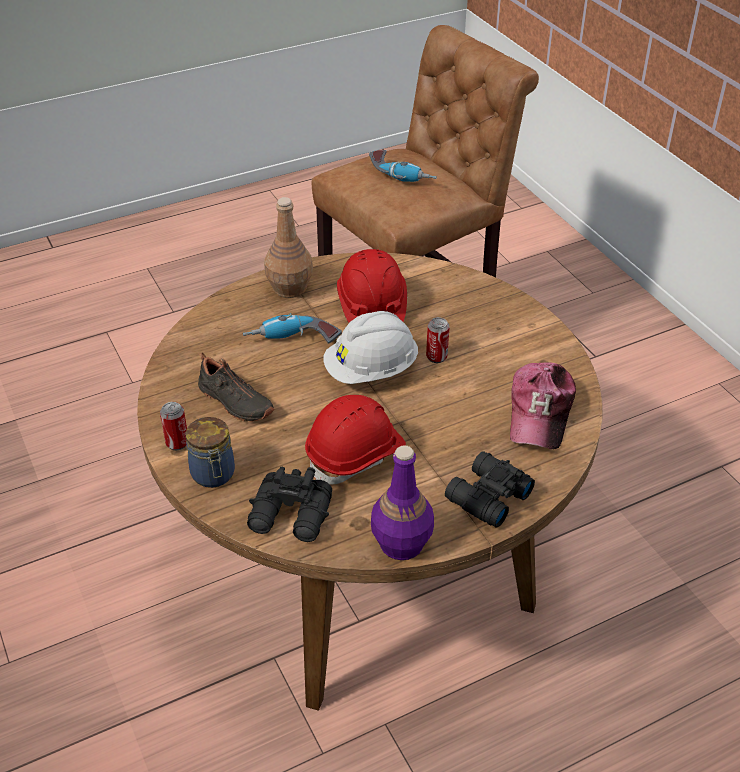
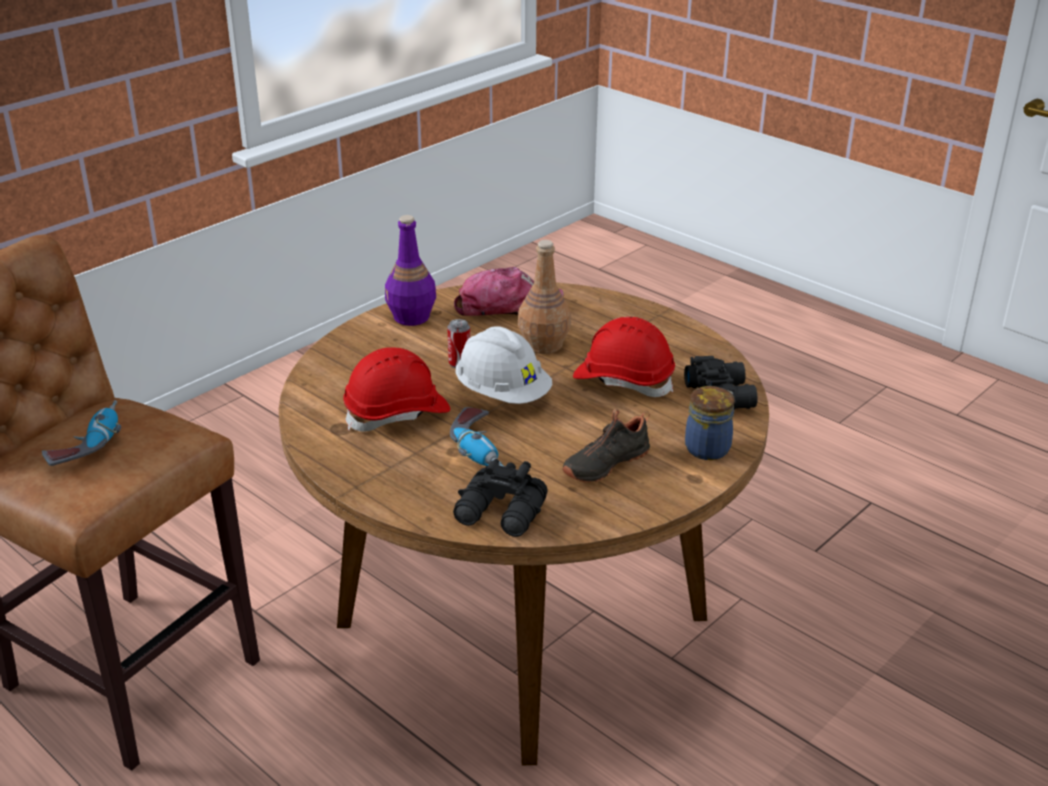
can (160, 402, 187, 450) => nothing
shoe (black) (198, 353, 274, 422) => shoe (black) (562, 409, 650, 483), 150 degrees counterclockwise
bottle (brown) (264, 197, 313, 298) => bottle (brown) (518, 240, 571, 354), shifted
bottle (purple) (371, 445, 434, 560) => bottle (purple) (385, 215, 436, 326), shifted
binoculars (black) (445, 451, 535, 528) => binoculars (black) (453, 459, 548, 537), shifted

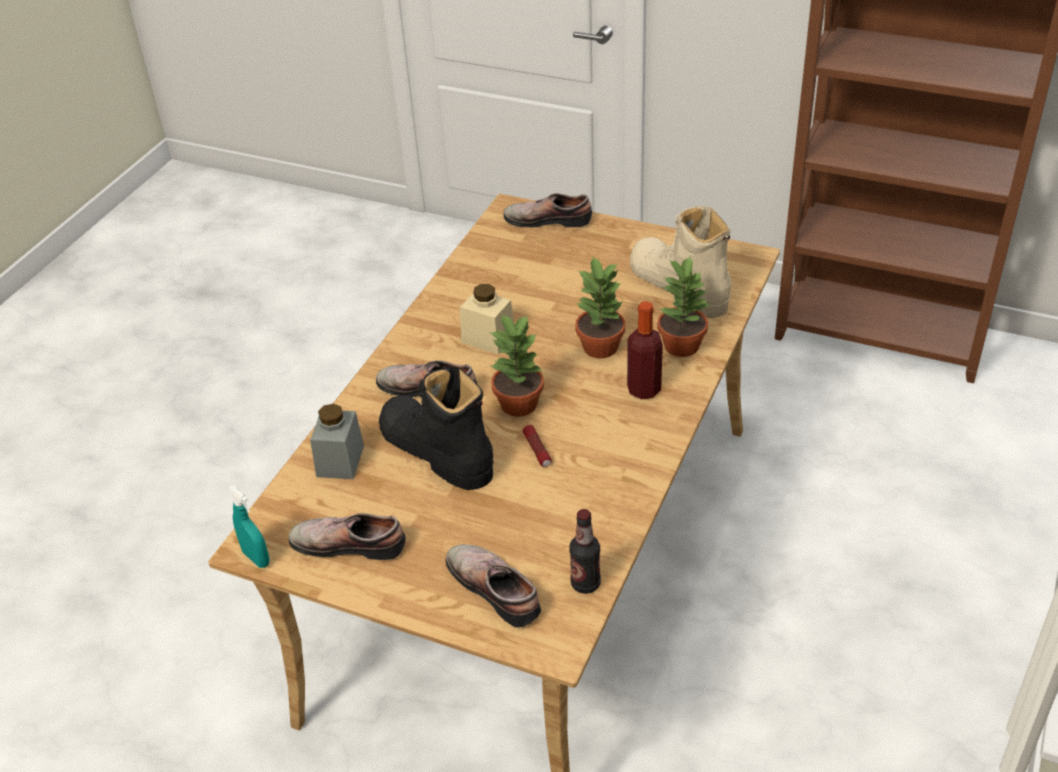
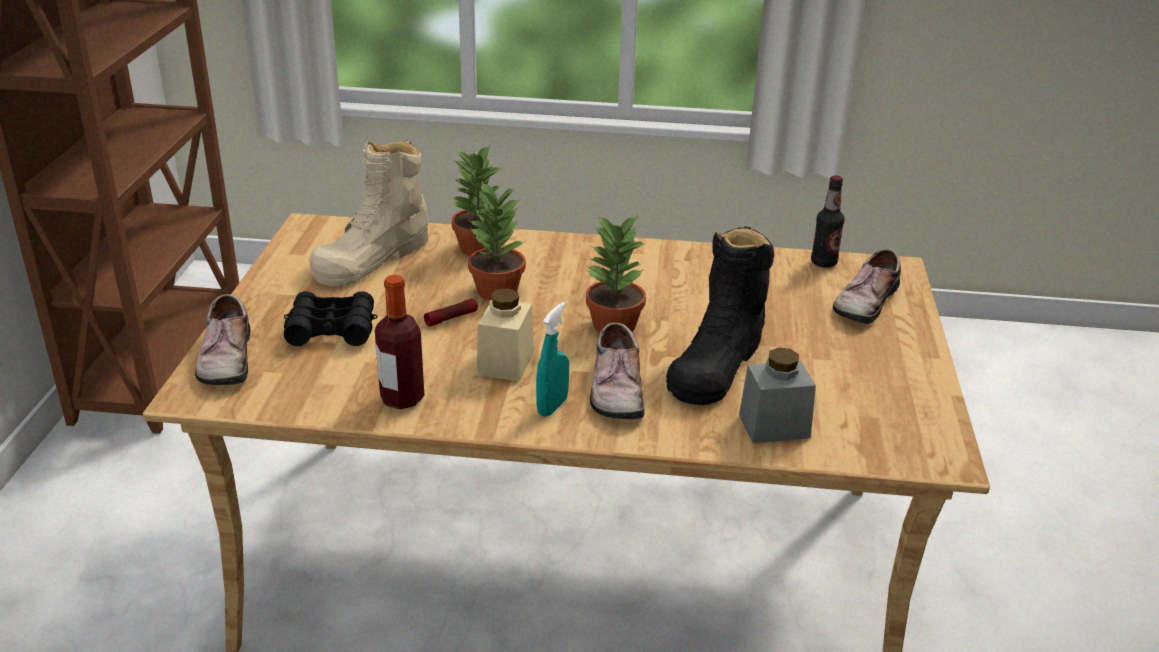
spray bottle (turquoise) (228, 485, 270, 568) => spray bottle (turquoise) (536, 302, 569, 417), shifted
shoe (289, 513, 406, 560) => nothing
flashlight (523, 425, 552, 467) => flashlight (424, 298, 478, 326), shifted
bottle (627, 301, 663, 399) => bottle (375, 275, 425, 409), shifted
nothing => binoculars (black) (284, 291, 378, 346)

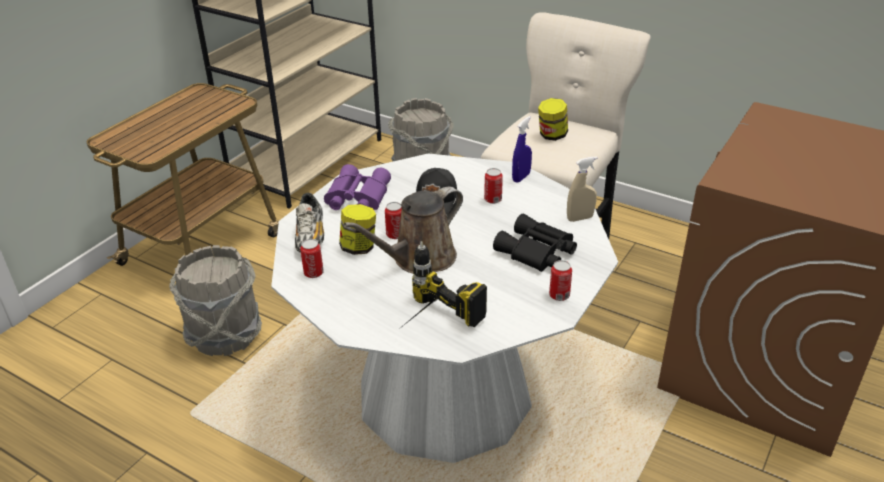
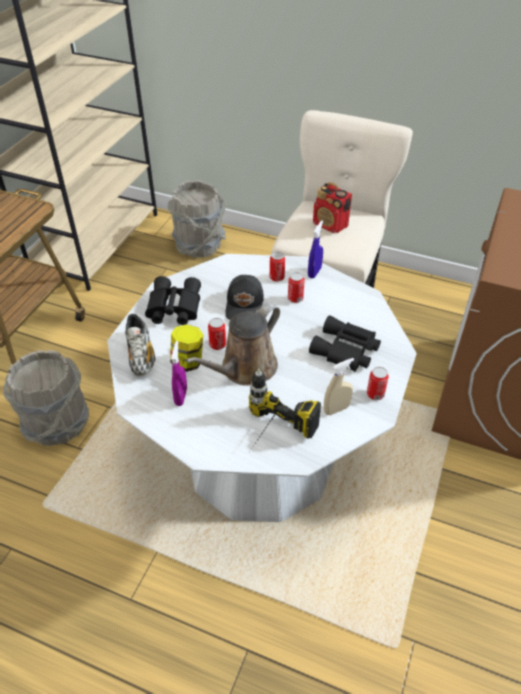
can (300, 239, 324, 278) => can (270, 252, 285, 282), shifted
binoculars (purple) (324, 164, 391, 210) => binoculars (black) (145, 276, 201, 325)
jar (538, 98, 568, 141) => radio (313, 182, 352, 233)
spray bottle (beige) (567, 156, 598, 222) => spray bottle (beige) (324, 358, 354, 415), shifted
nothing => spray bottle (purple) (171, 341, 187, 406)

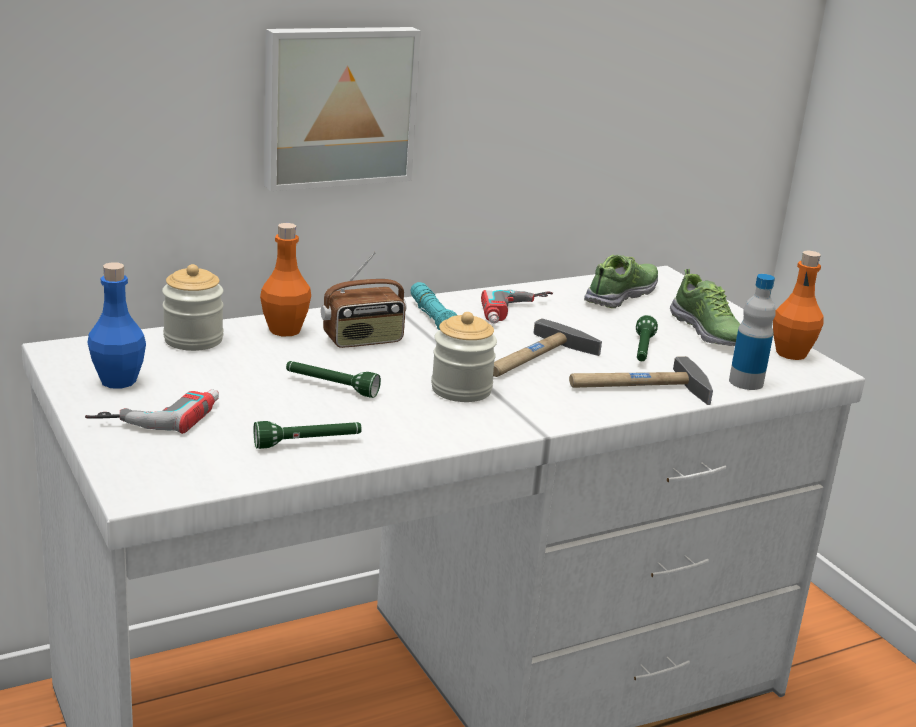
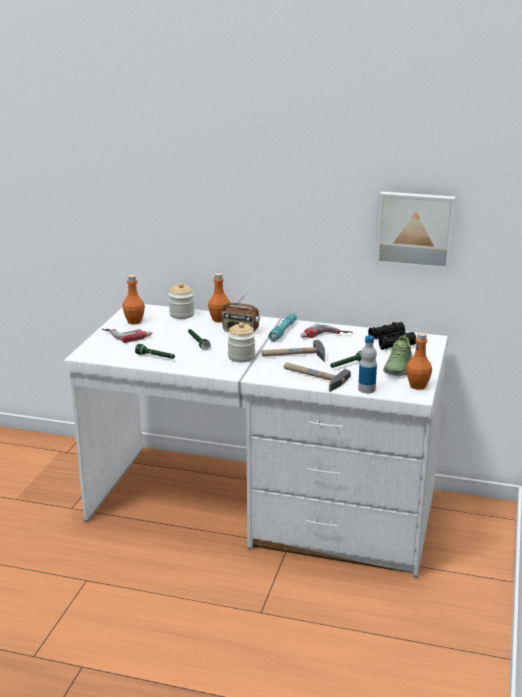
bottle (blue) (88, 262, 146, 388) => bottle (orange) (122, 275, 145, 324)
picture (264, 27, 421, 191) => picture (376, 191, 455, 270), shifted
shoe (584, 255, 658, 308) => binoculars (black) (368, 322, 416, 350)

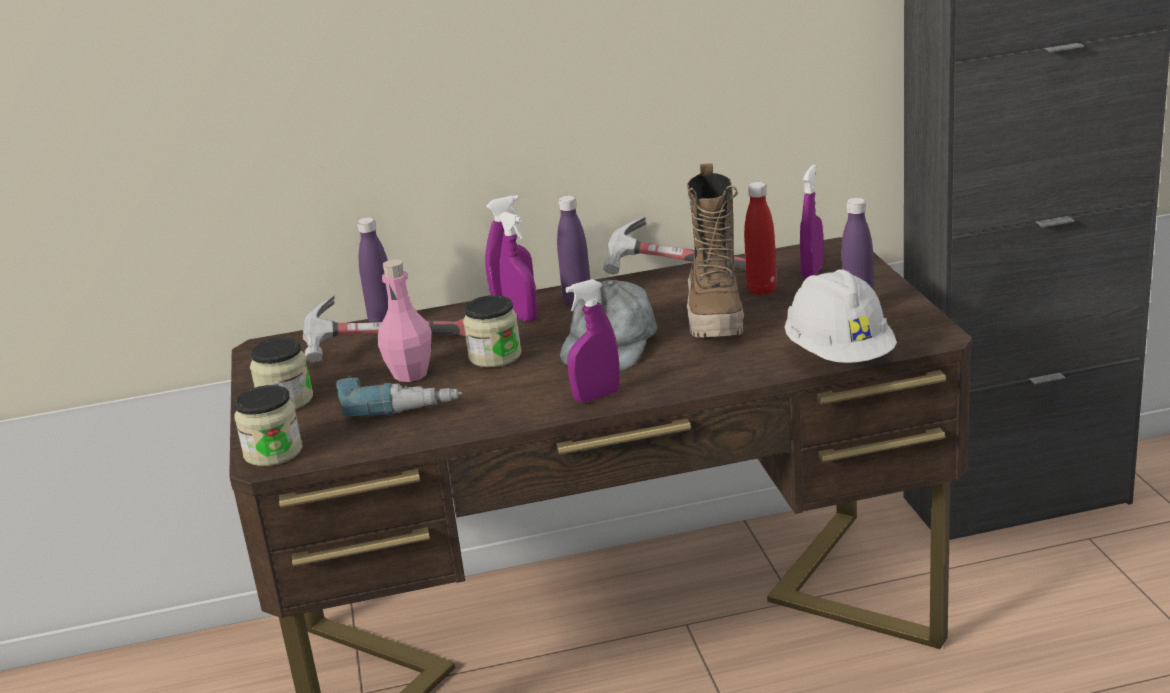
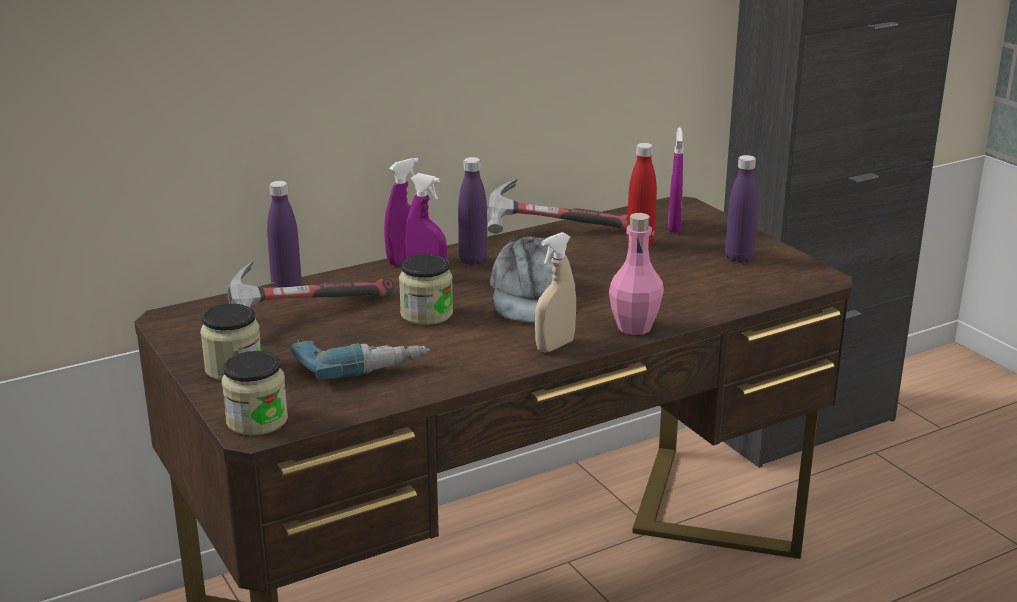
bottle (pink) (378, 259, 431, 382) => bottle (pink) (609, 213, 664, 335), shifted
spray bottle (purple) (565, 279, 620, 403) => spray bottle (beige) (535, 232, 576, 352)
boot (687, 163, 744, 338) => nothing
hard hat (white) (785, 269, 897, 363) => nothing

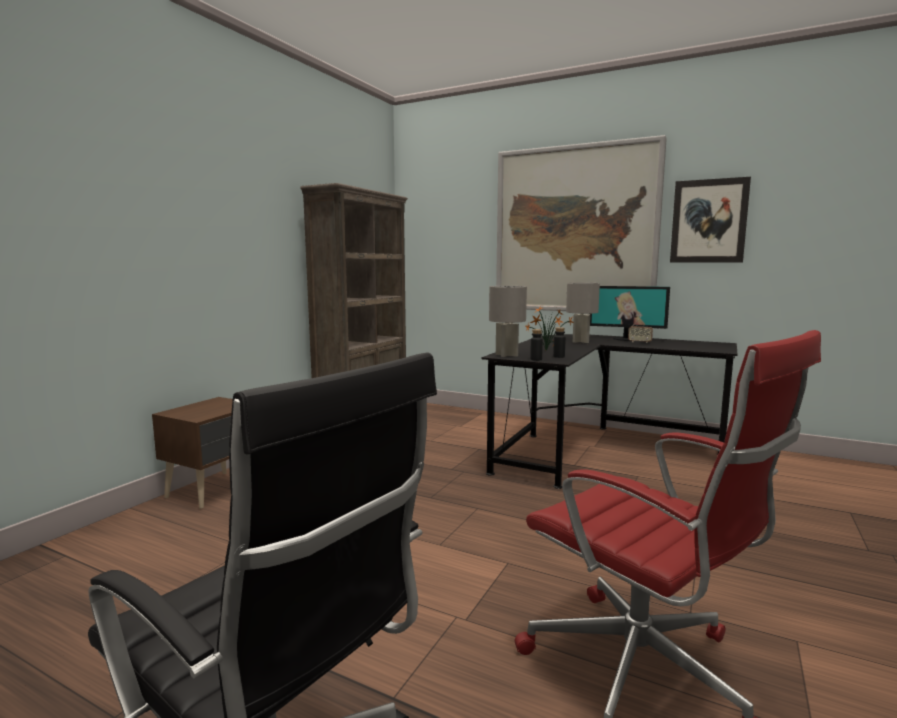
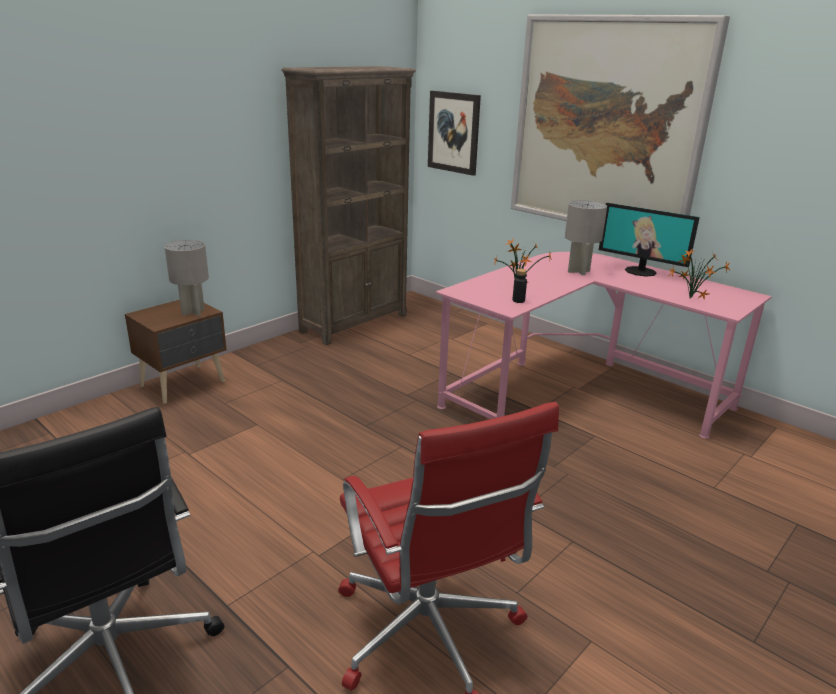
desk (black) (482, 334, 737, 489) => desk (pink) (435, 252, 772, 439)
table lamp (grey) (489, 286, 527, 357) => table lamp (grey) (165, 240, 209, 316), shifted
bottle (black) (530, 329, 543, 361) => nothing
radio (628, 315, 653, 343) => nothing
picture (670, 177, 751, 263) => picture (428, 91, 481, 176), shifted
nothing => potted plant (669, 248, 730, 300)

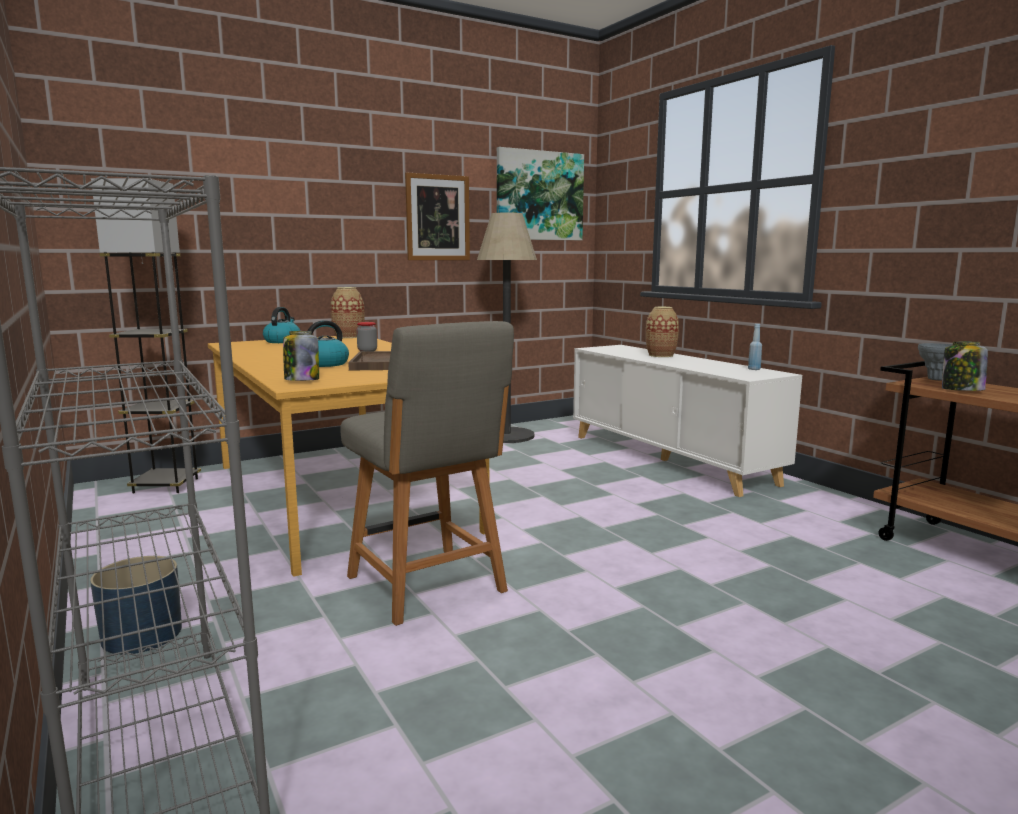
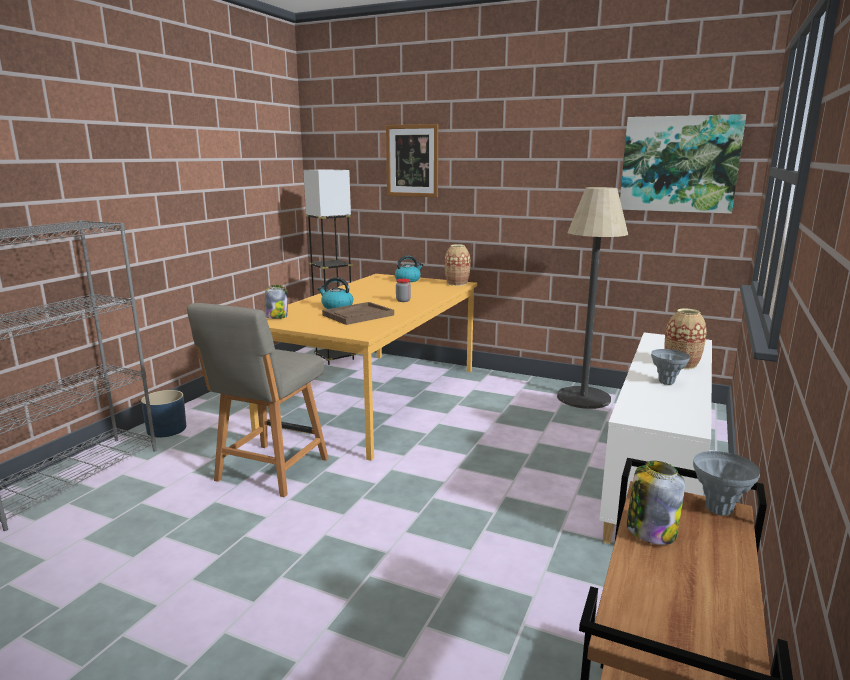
picture (405, 172, 470, 260) => picture (386, 124, 438, 197), shifted
bottle (blue) (748, 324, 762, 370) => nothing
nothing => vase (grey) (651, 349, 690, 385)

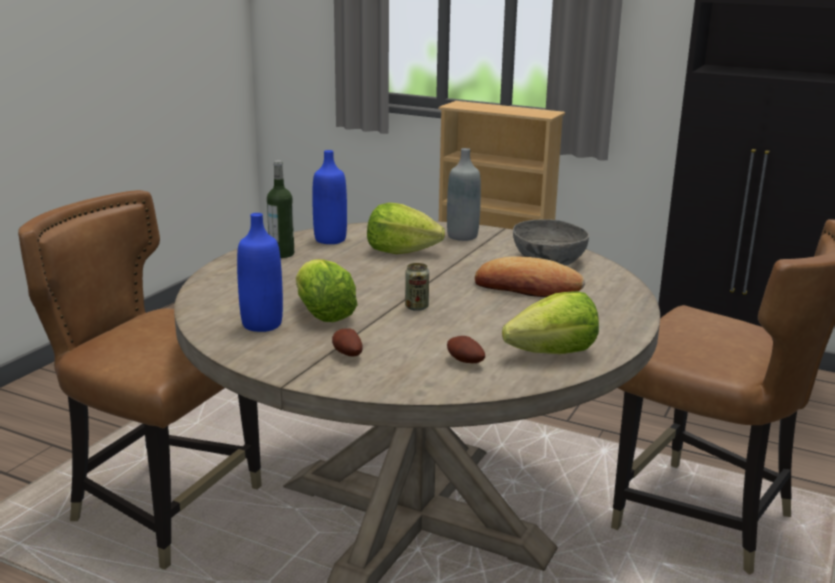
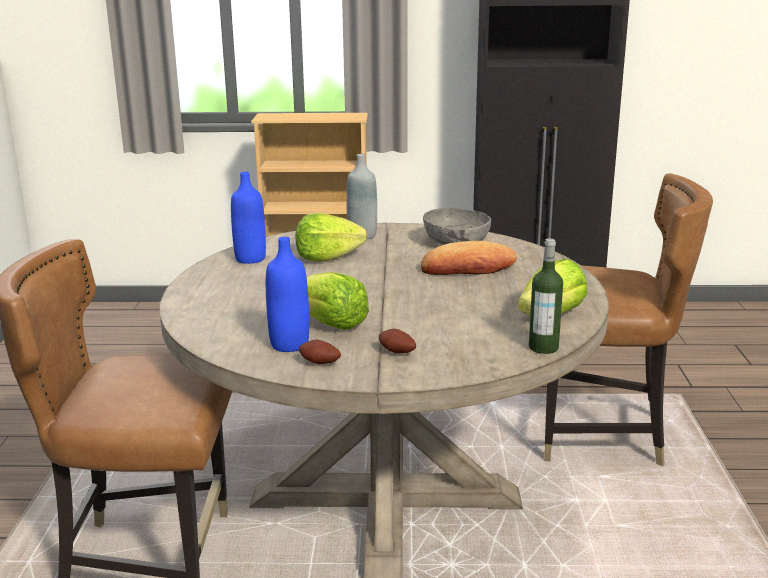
bottle (267, 160, 294, 258) => bottle (529, 238, 563, 354), shifted
can (405, 263, 429, 311) => nothing
potato (447, 336, 485, 363) => potato (299, 340, 341, 364), shifted

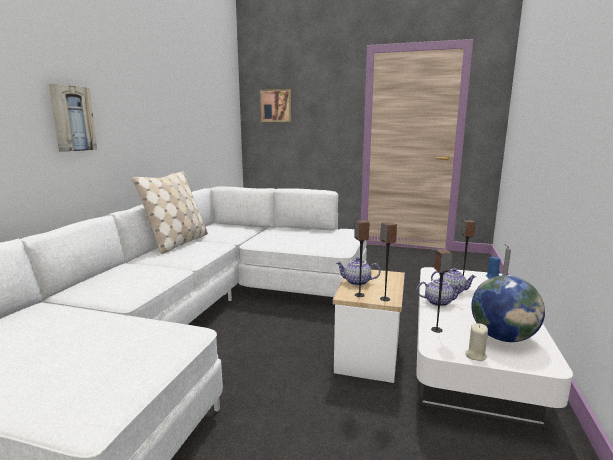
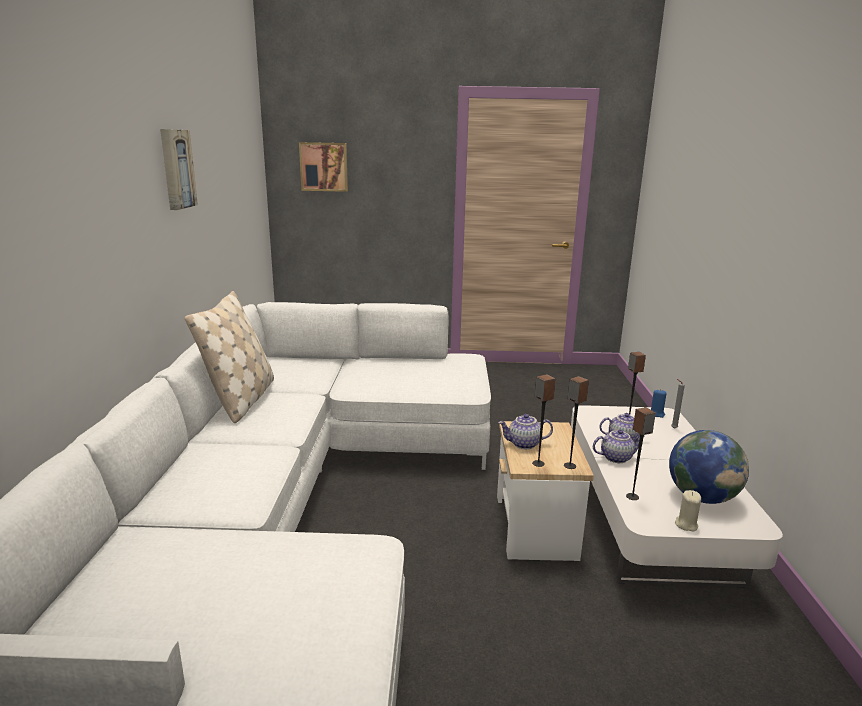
picture (49, 84, 97, 152) => picture (160, 129, 198, 210), shifted

